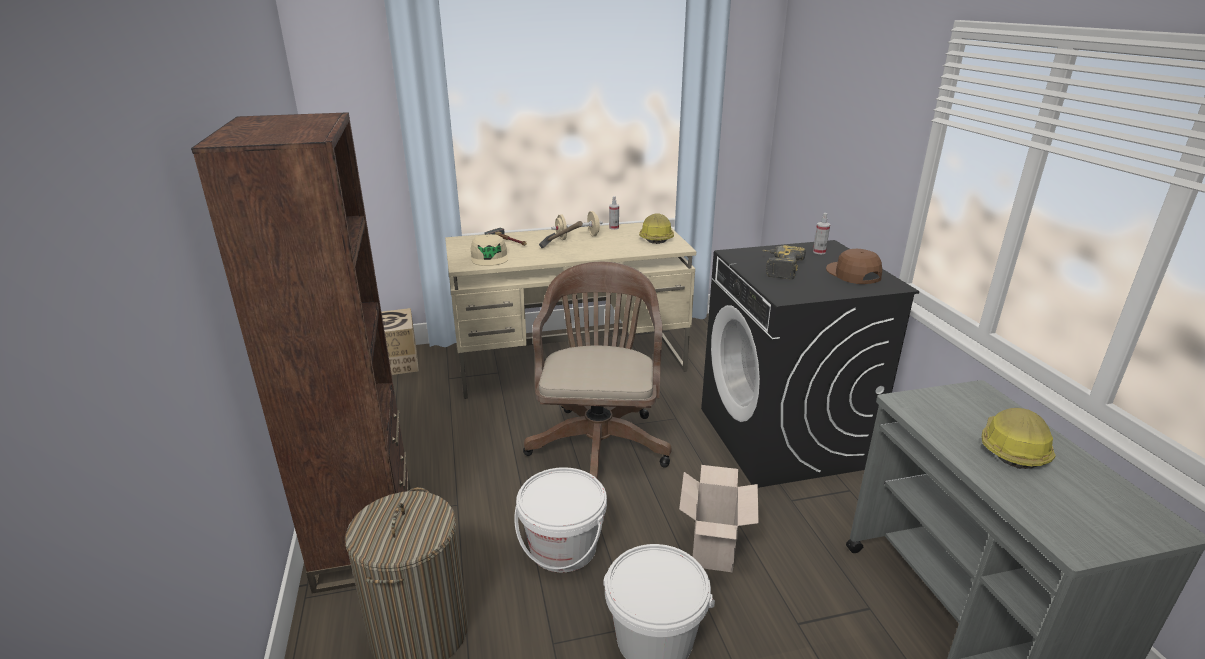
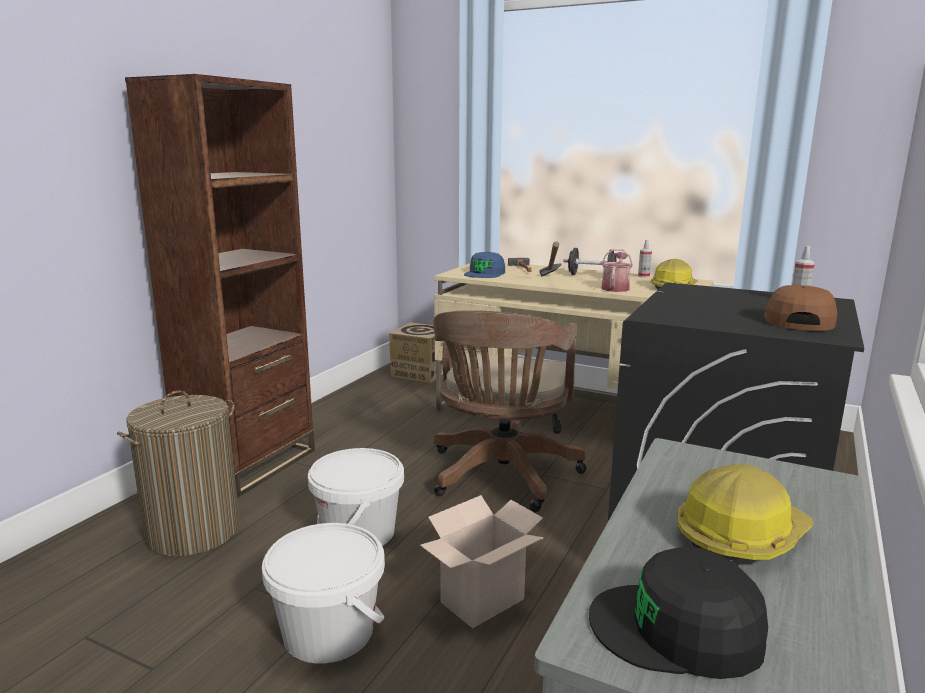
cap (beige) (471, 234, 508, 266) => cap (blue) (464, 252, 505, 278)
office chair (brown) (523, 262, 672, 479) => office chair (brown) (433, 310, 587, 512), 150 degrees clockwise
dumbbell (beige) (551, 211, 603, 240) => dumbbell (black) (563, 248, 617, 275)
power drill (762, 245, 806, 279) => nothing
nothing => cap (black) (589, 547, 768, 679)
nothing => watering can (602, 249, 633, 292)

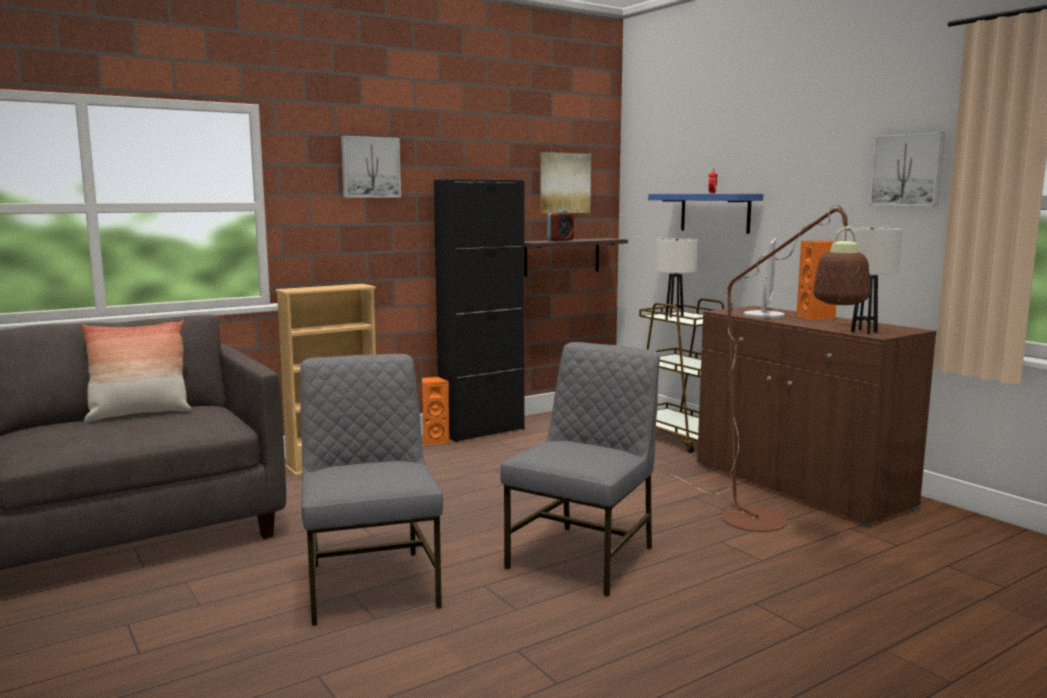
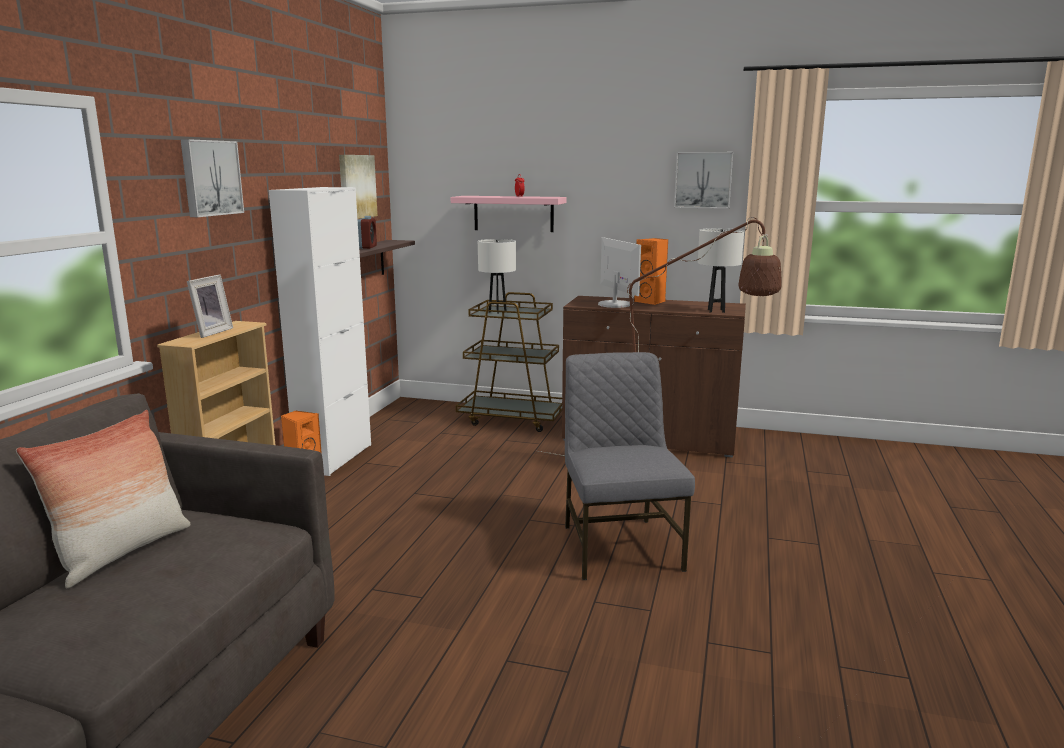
chair (grey) (300, 354, 443, 626) => nothing
cabinet (black) (434, 179, 525, 442) => cabinet (white) (269, 187, 371, 476)
shelf (blue) (648, 194, 763, 234) => shelf (pink) (451, 196, 566, 232)
nothing => picture frame (187, 274, 233, 338)

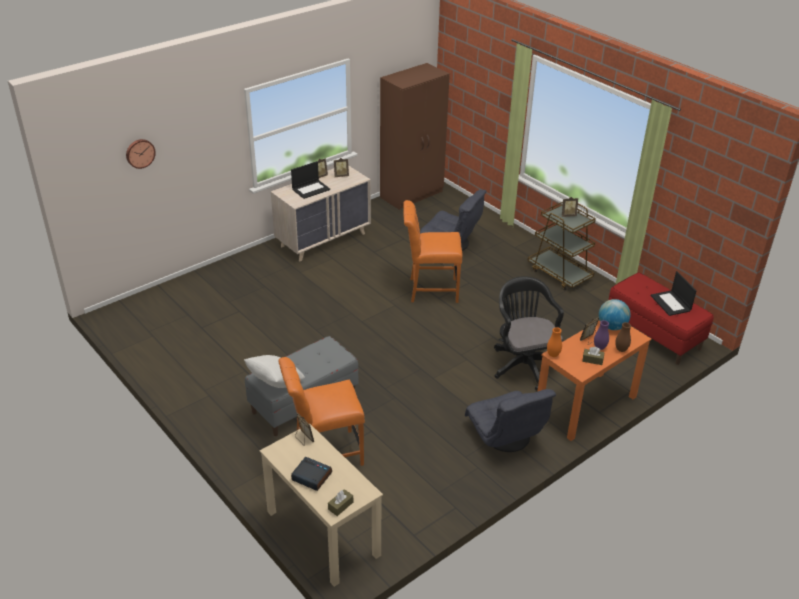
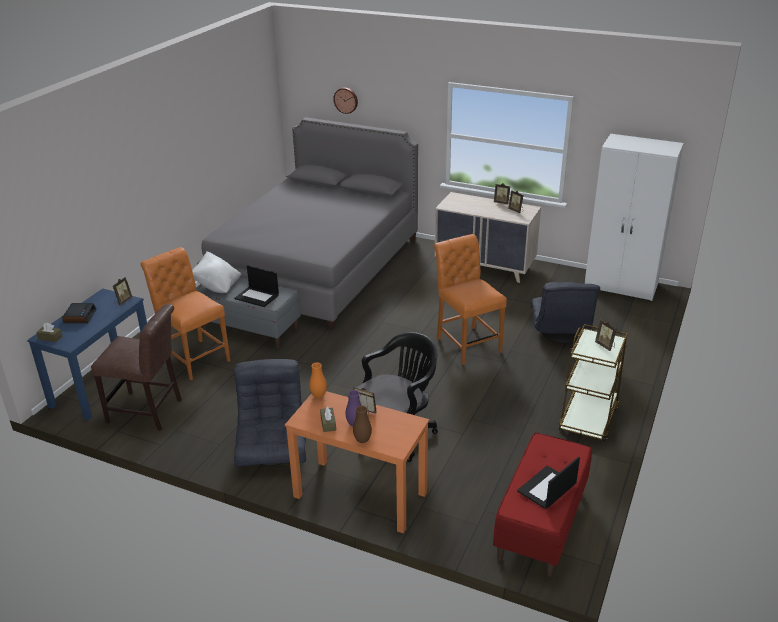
desk (beige) (260, 424, 383, 587) => desk (blue) (27, 288, 147, 420)
laptop (291, 161, 330, 199) => laptop (235, 265, 279, 307), shifted
wardrobe (brown) (380, 63, 450, 210) => wardrobe (white) (585, 134, 684, 301)
armchair (grey) (465, 389, 556, 452) => armchair (grey) (234, 359, 306, 466), 135 degrees clockwise
globe (599, 299, 631, 330) => nothing
nothing => chair (brown) (91, 304, 182, 431)
nothing => bed (grey) (197, 118, 418, 329)

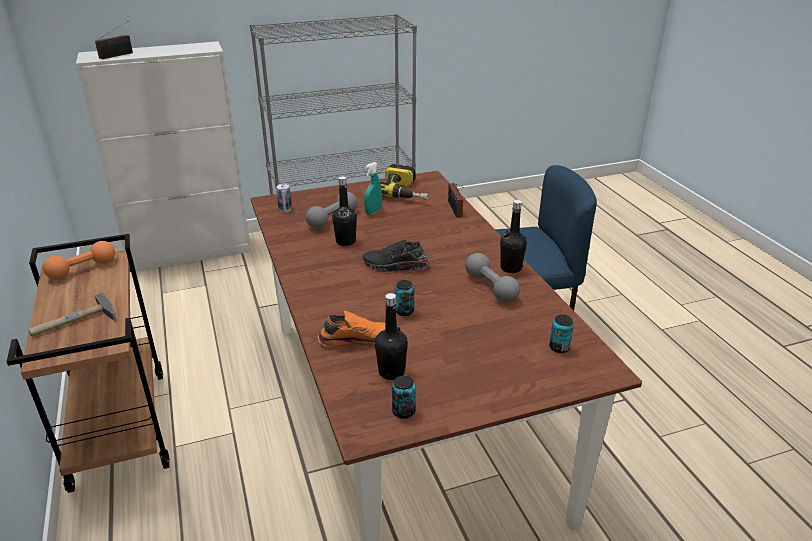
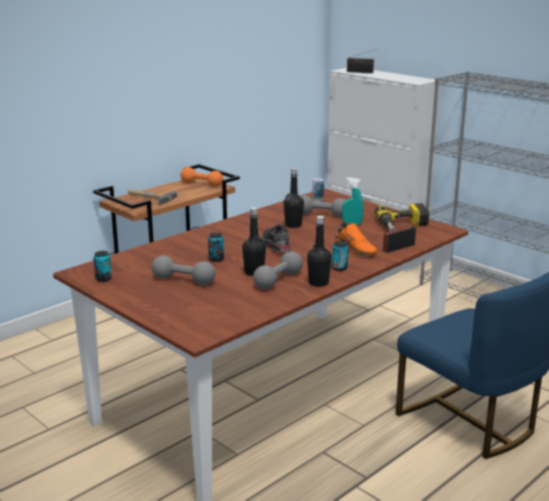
shoe (orange) (318, 311, 385, 347) => shoe (orange) (335, 222, 377, 256), shifted
bottle (black) (375, 293, 408, 380) => bottle (black) (242, 207, 266, 276), shifted
can (549, 314, 574, 353) => can (332, 241, 348, 271), shifted
nothing => dumbbell (grey) (151, 256, 216, 285)

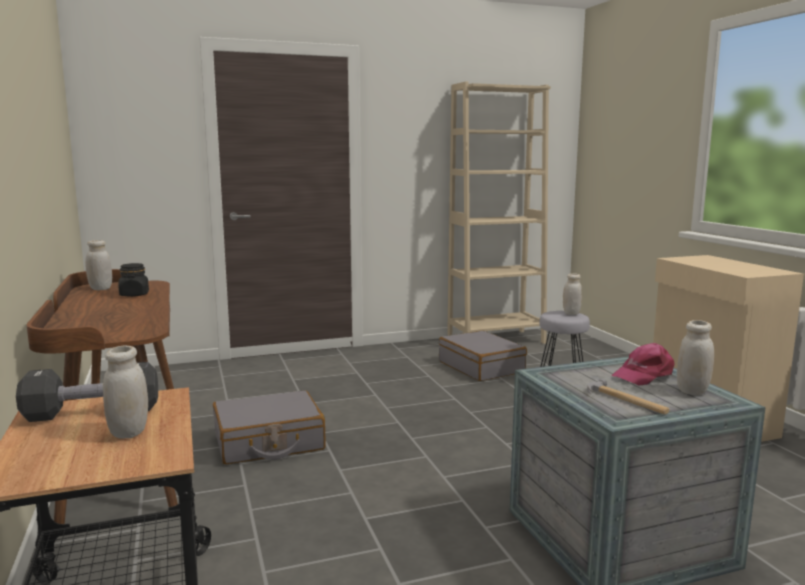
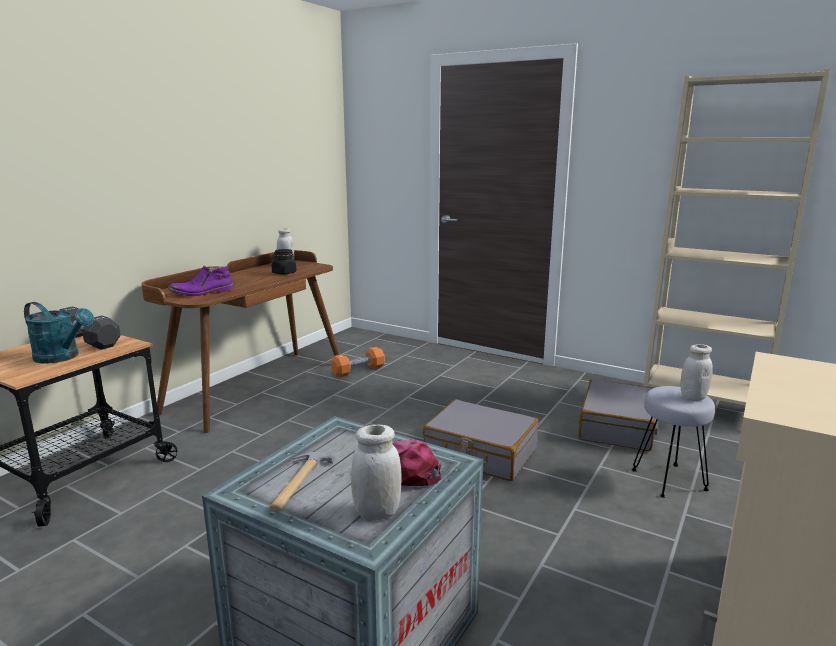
jar (white) (103, 346, 148, 439) => watering can (turquoise) (24, 302, 94, 363)
suitcase (grey) (213, 390, 326, 464) => suitcase (grey) (423, 400, 539, 481), shifted
nothing => boot (purple) (168, 266, 234, 296)
nothing => dumbbell (orange) (331, 347, 385, 378)

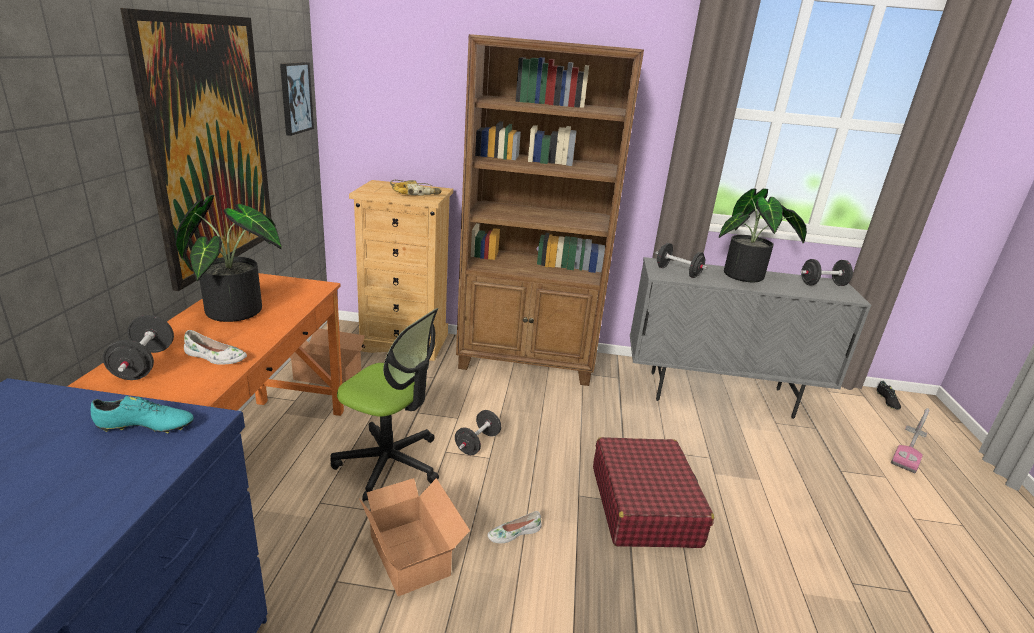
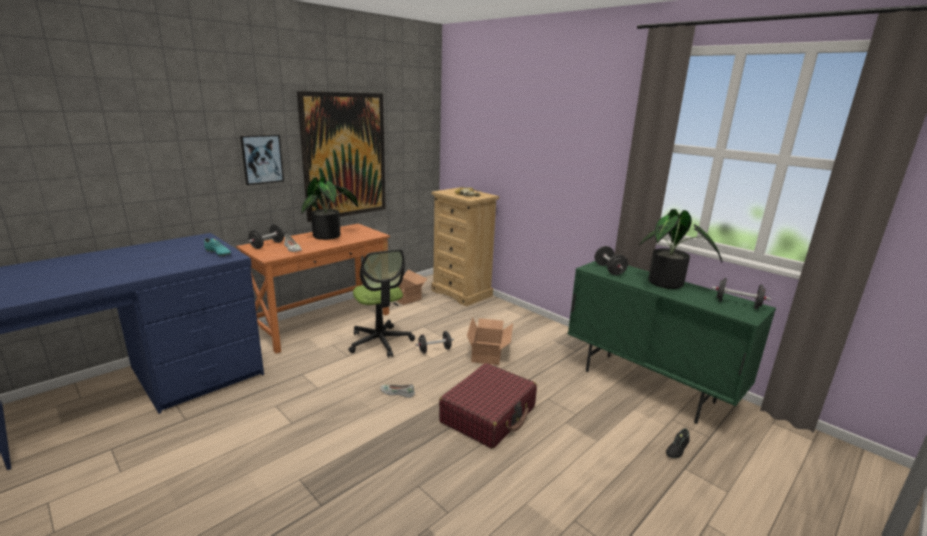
picture (280, 62, 314, 136) => picture (240, 134, 284, 185), shifted
cardboard box (359, 478, 470, 596) => cardboard box (467, 317, 513, 365), shifted
bookcase (brown) (456, 34, 644, 386) => nothing
cabinet (grey) (630, 257, 871, 419) => cabinet (green) (568, 261, 776, 424)
shoe (black) (877, 381, 901, 410) => shoe (black) (666, 428, 690, 459), shifted
vacuum cleaner (891, 408, 930, 473) => nothing

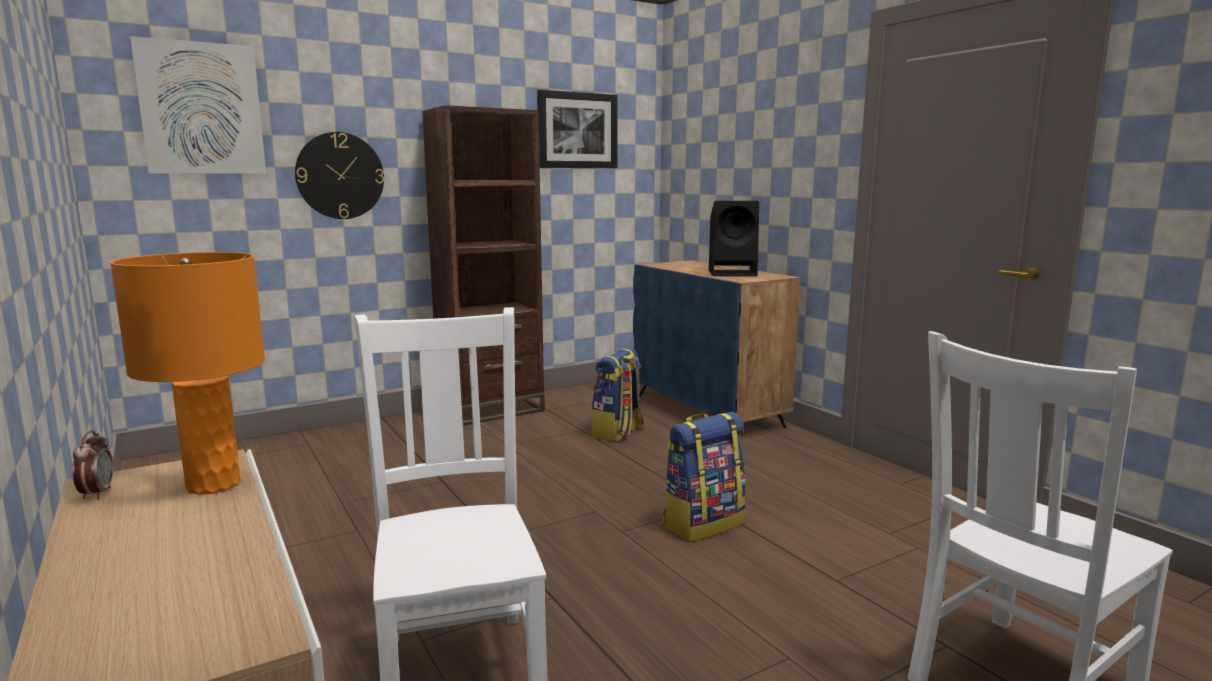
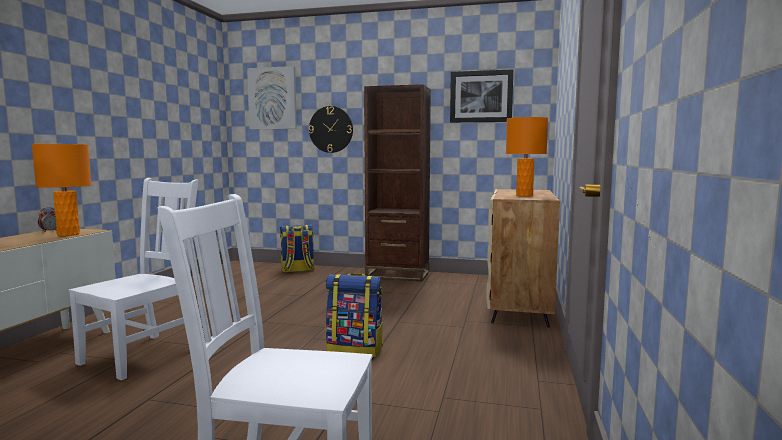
backpack (591, 348, 644, 442) => backpack (280, 225, 315, 272), shifted
cabinet (blue) (633, 261, 801, 428) => cabinet (beige) (486, 189, 560, 327)
speaker (black) (709, 201, 759, 277) => table lamp (orange) (506, 117, 548, 196)

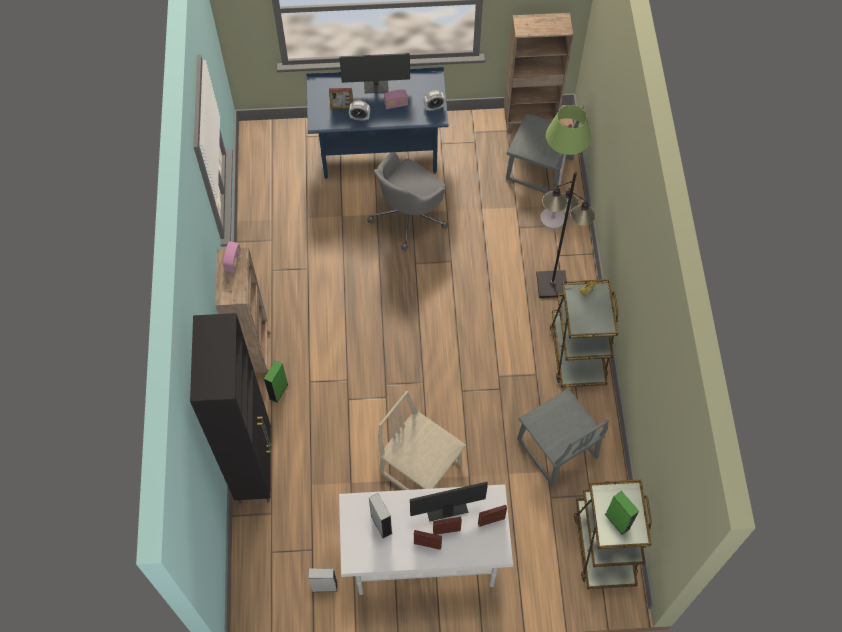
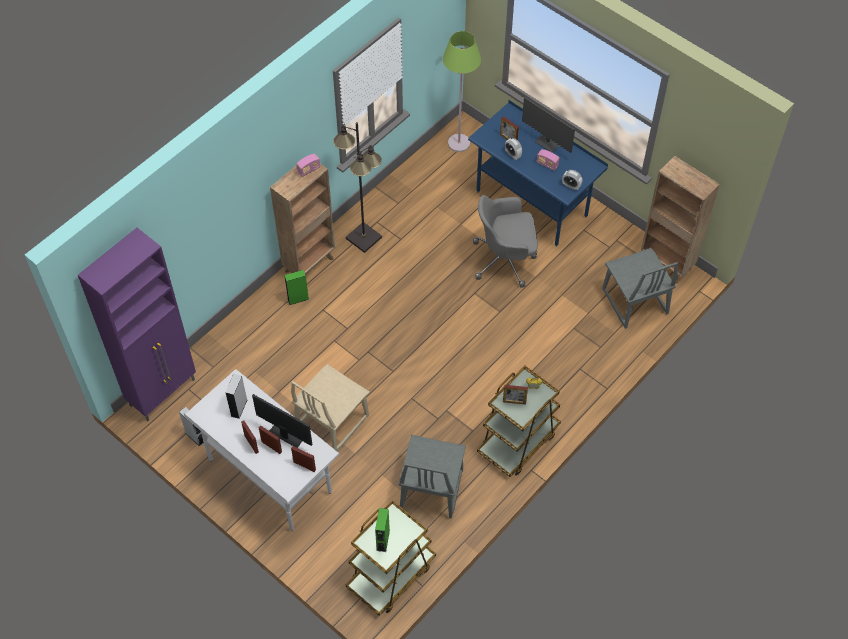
cabinet (black) (190, 313, 272, 504) => nothing
chair (beige) (378, 391, 466, 490) => chair (beige) (291, 364, 370, 451), 135 degrees counterclockwise
floor lamp (black) (536, 172, 595, 298) => floor lamp (black) (333, 122, 382, 253), shifted
floor lamp (green) (540, 105, 591, 229) => floor lamp (green) (443, 31, 481, 152), shifted
nothing => cabinet (purple) (78, 228, 196, 421)
nothing => picture frame (503, 385, 528, 404)

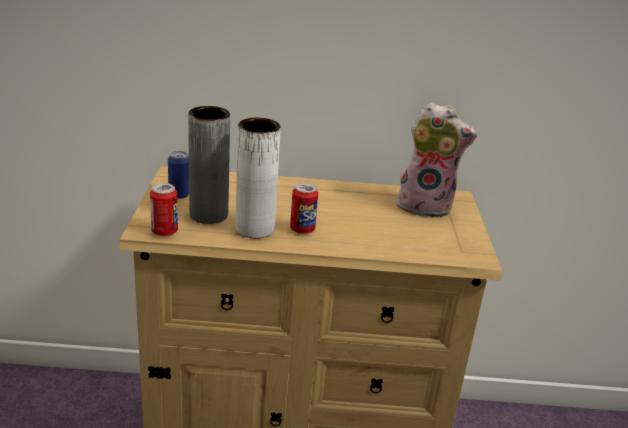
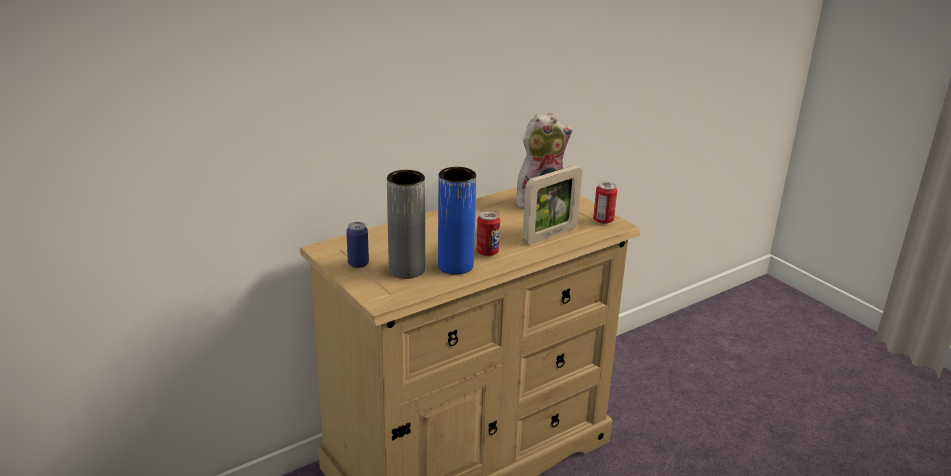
can (150, 183, 178, 236) => can (593, 182, 617, 224), shifted
vase (white) (235, 118, 281, 238) => vase (blue) (438, 167, 476, 275)
nothing => picture frame (523, 166, 582, 244)

